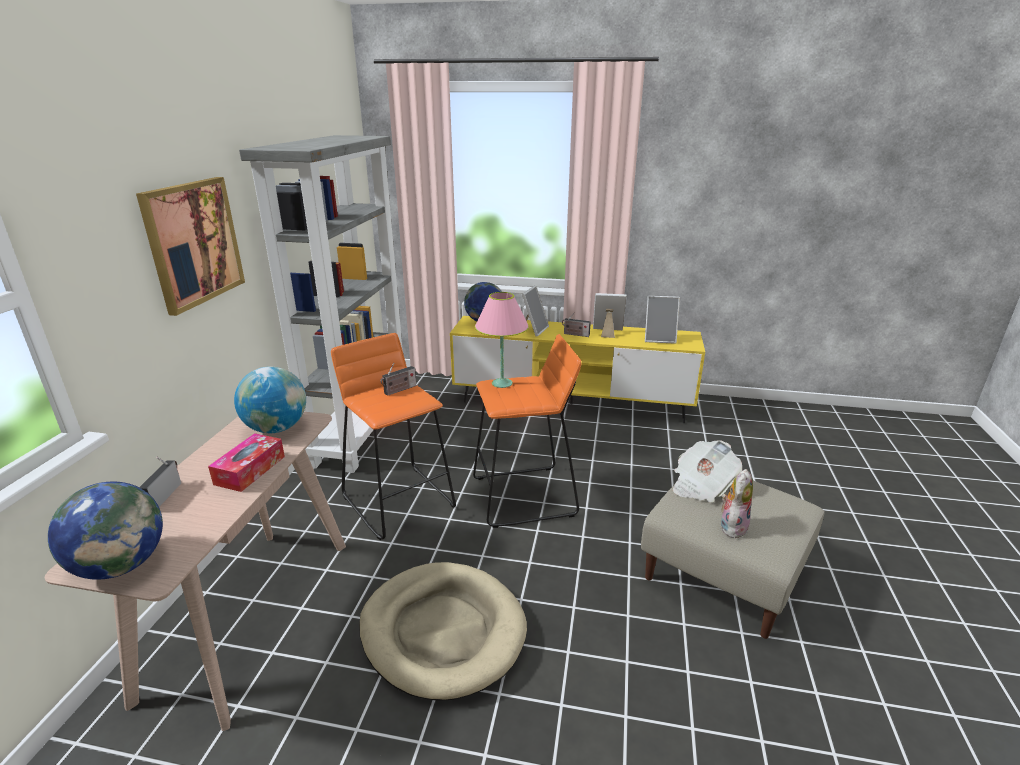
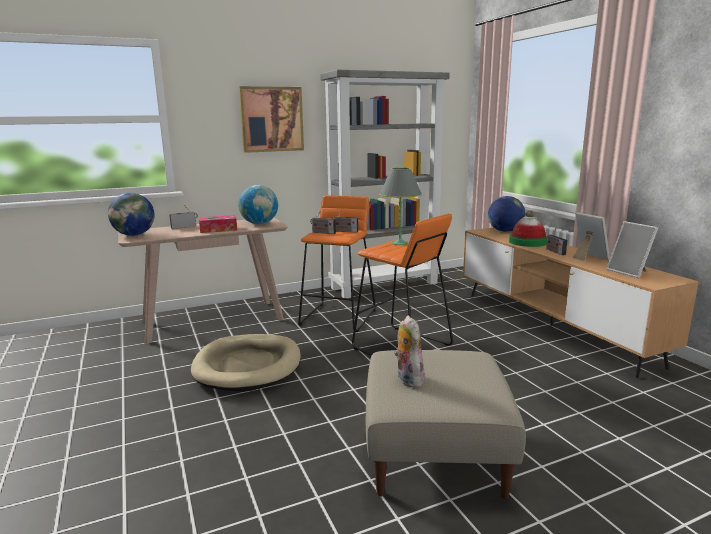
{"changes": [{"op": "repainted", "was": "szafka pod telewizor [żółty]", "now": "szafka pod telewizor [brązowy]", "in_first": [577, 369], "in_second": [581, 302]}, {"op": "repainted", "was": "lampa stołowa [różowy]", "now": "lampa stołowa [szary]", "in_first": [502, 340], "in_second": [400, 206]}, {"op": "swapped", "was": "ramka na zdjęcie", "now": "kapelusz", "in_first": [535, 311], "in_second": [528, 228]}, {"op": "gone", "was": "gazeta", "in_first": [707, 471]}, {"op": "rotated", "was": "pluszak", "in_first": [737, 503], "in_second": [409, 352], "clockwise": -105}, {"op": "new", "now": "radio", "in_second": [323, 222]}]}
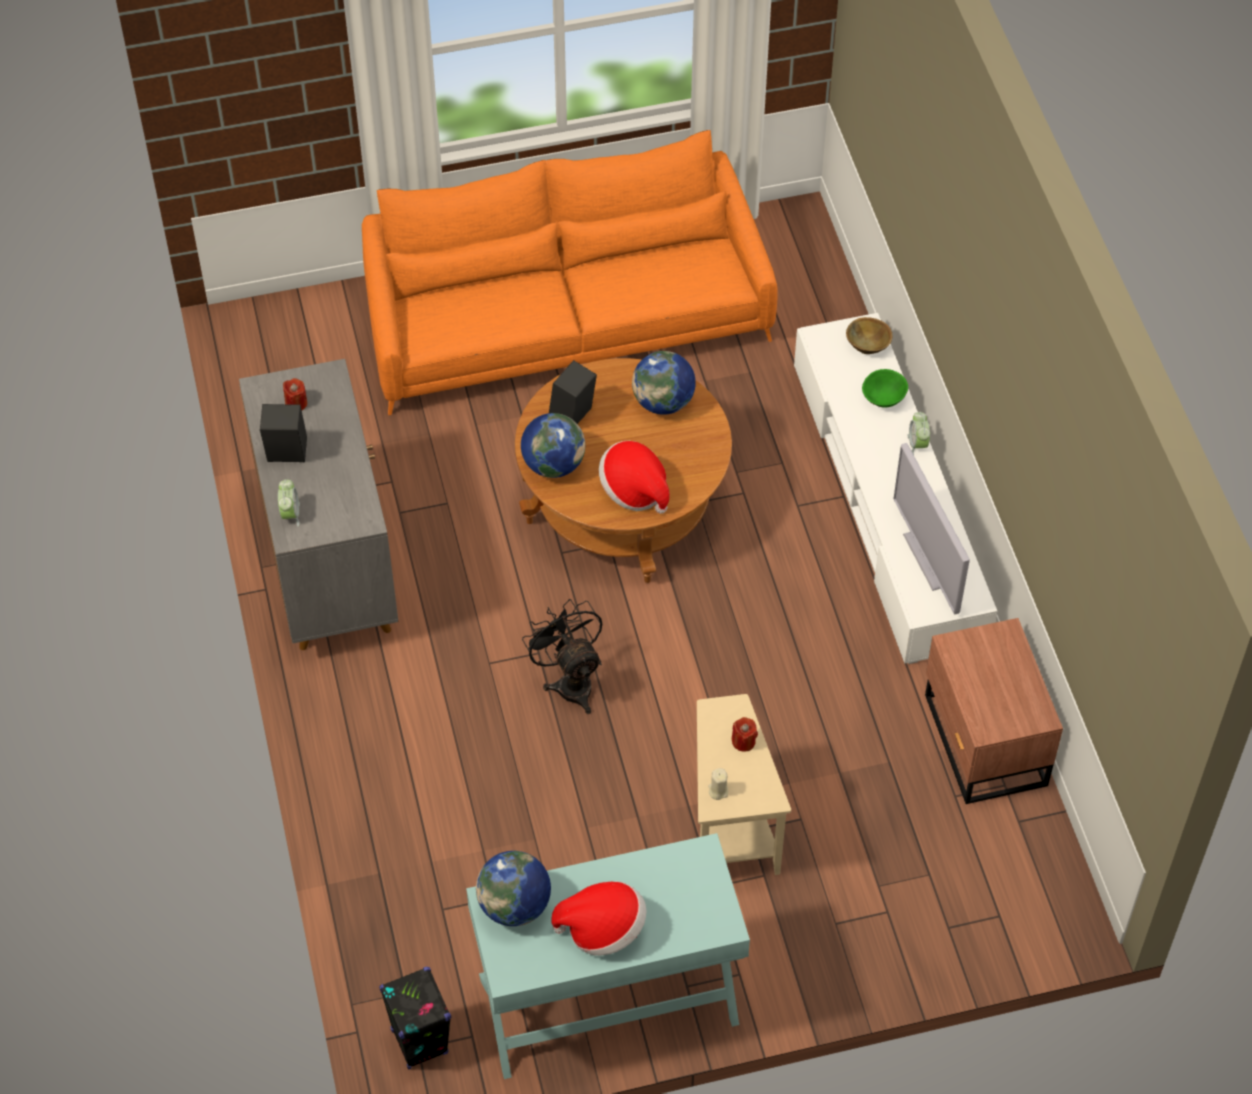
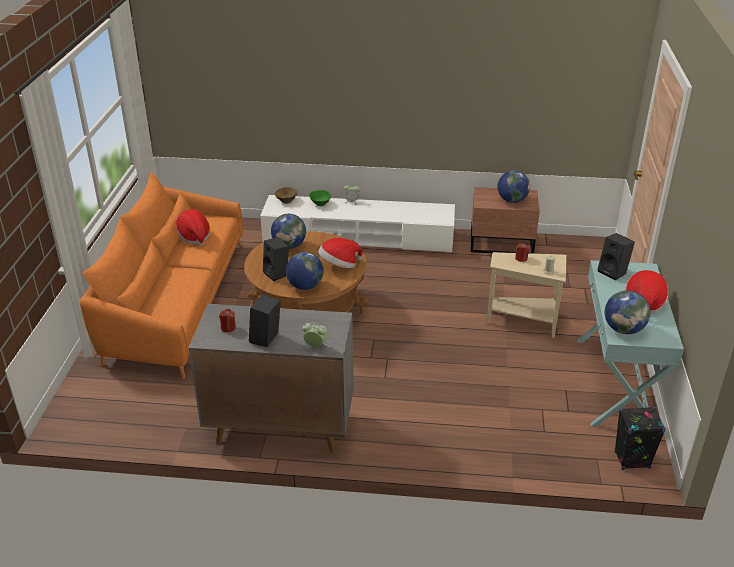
{"changes": [{"op": "gone", "was": "wentylator [czarny]", "in_first": [562, 656]}, {"op": "gone", "was": "telewizor", "in_first": [931, 528]}, {"op": "new", "now": "kapelusz", "in_second": [193, 227]}, {"op": "new", "now": "globus", "in_second": [513, 186]}, {"op": "new", "now": "głośnik [czarny]", "in_second": [616, 256]}]}
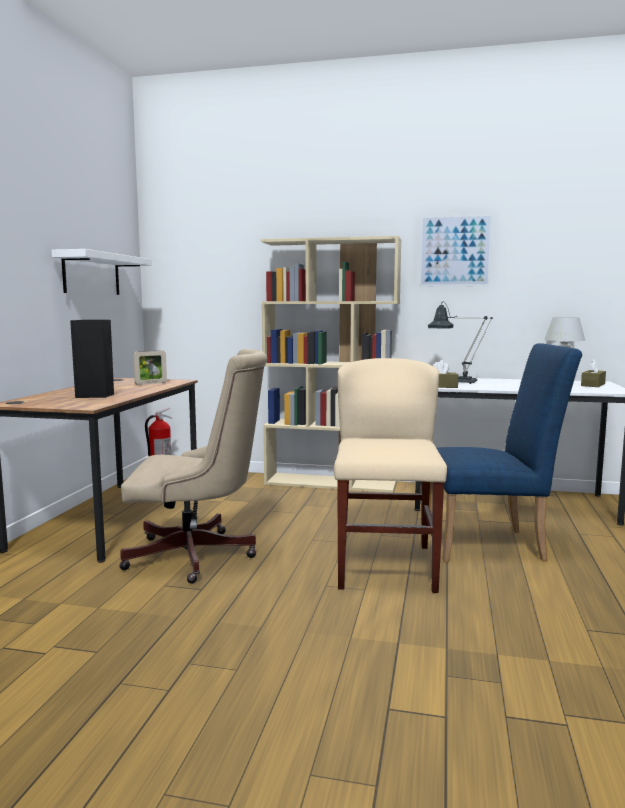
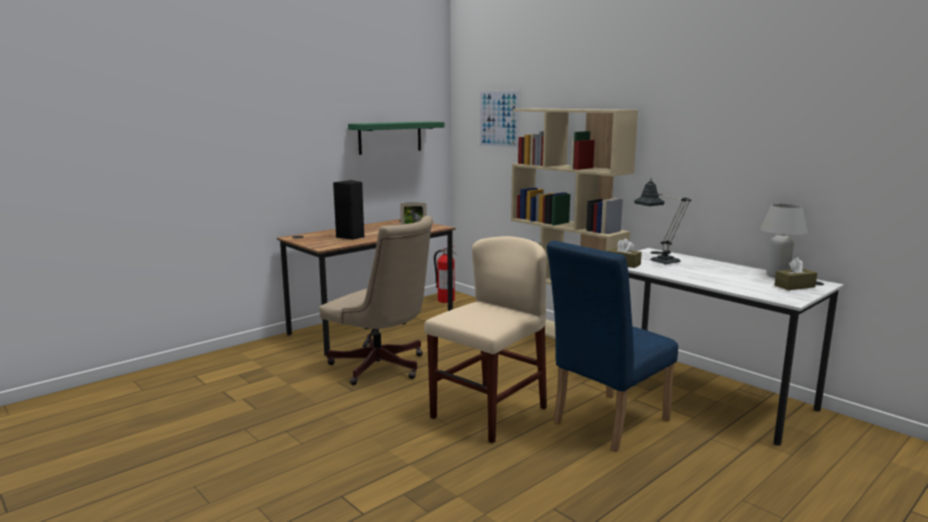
{"changes": [{"op": "repainted", "was": "półka [biały]", "now": "półka [zielony]", "in_first": [102, 272], "in_second": [396, 138]}, {"op": "shifted", "was": "obraz", "in_first": [456, 250], "in_second": [500, 120]}, {"op": "rotated", "was": "krzesło [niebieski]", "in_first": [505, 452], "in_second": [612, 346], "clockwise": 105}]}
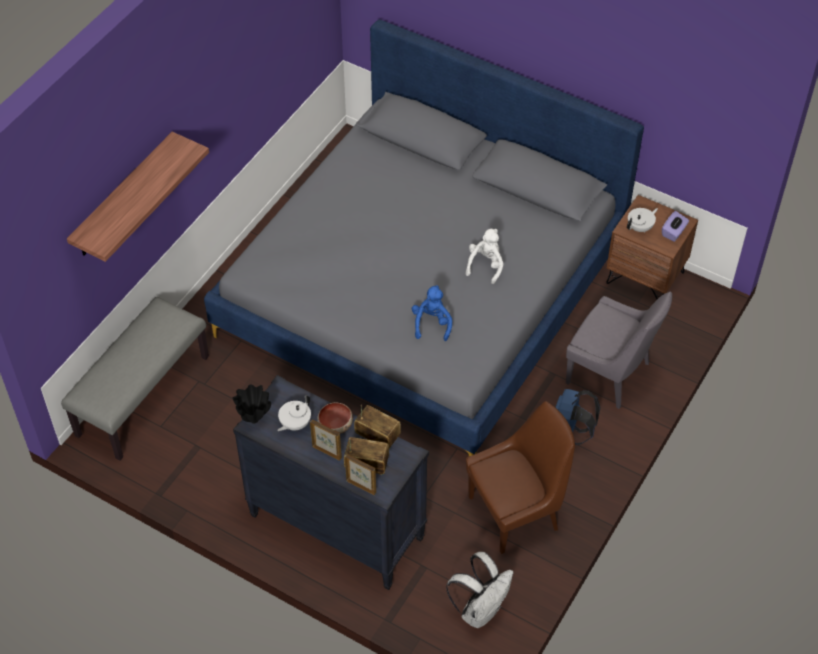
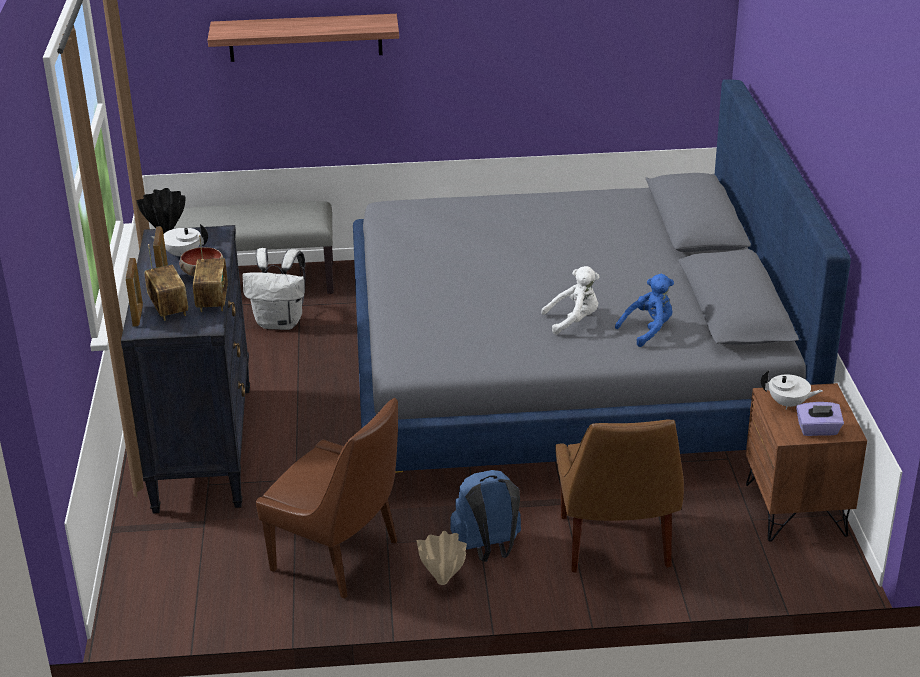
{"changes": [{"op": "shifted", "was": "pluszak [niebieski]", "in_first": [432, 313], "in_second": [644, 310]}, {"op": "shifted", "was": "plecak [biały]", "in_first": [480, 590], "in_second": [274, 289]}, {"op": "repainted", "was": "krzesło [szary]", "now": "krzesło [brązowy]", "in_first": [619, 350], "in_second": [619, 495]}, {"op": "new", "now": "wazon [beżowy]", "in_second": [442, 558]}]}
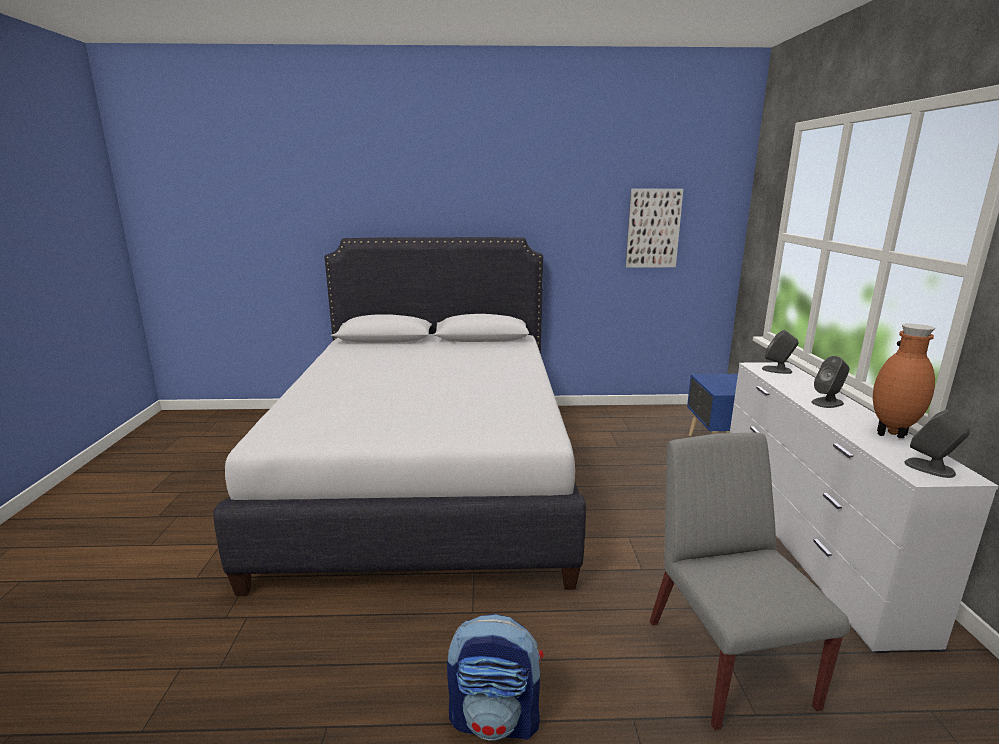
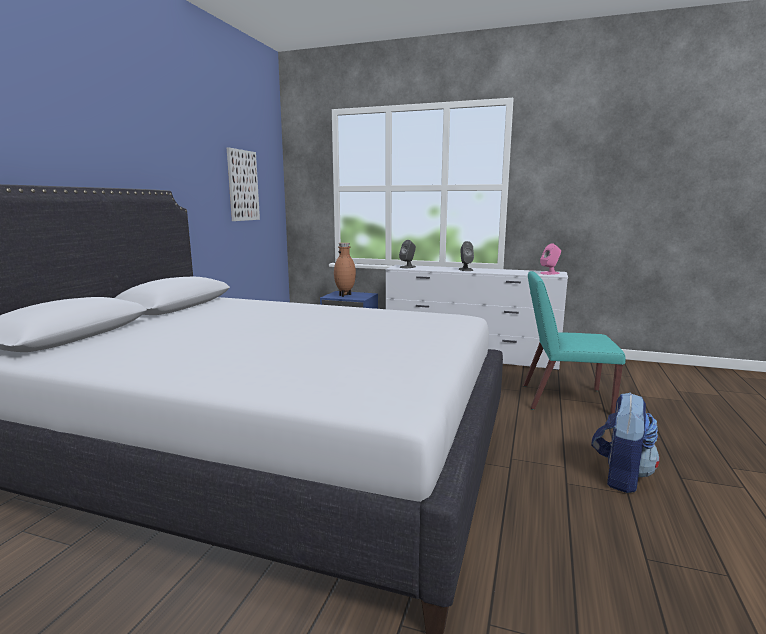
{"changes": [{"op": "repainted", "was": "krzesło [szary]", "now": "krzesło [turkusowy]", "in_first": [750, 581], "in_second": [574, 342]}, {"op": "shifted", "was": "wazon [brązowy]", "in_first": [904, 381], "in_second": [345, 270]}, {"op": "repainted", "was": "głośnik [szary]", "now": "głośnik [różowy]", "in_first": [937, 443], "in_second": [550, 259]}]}
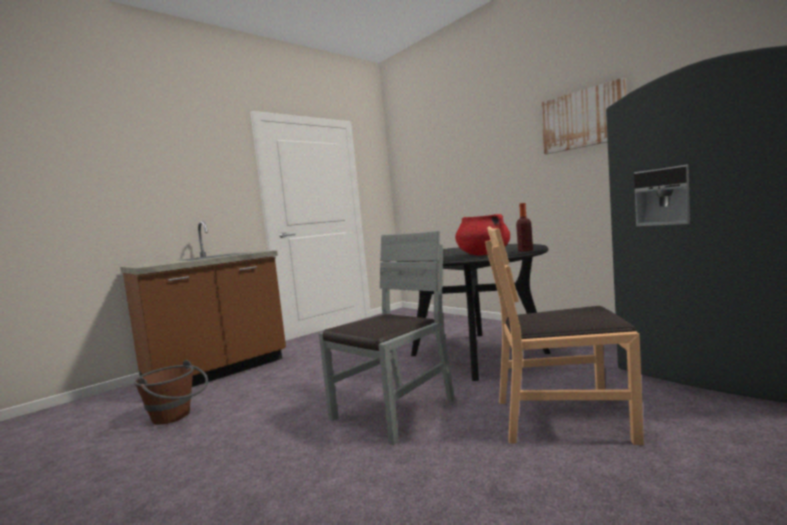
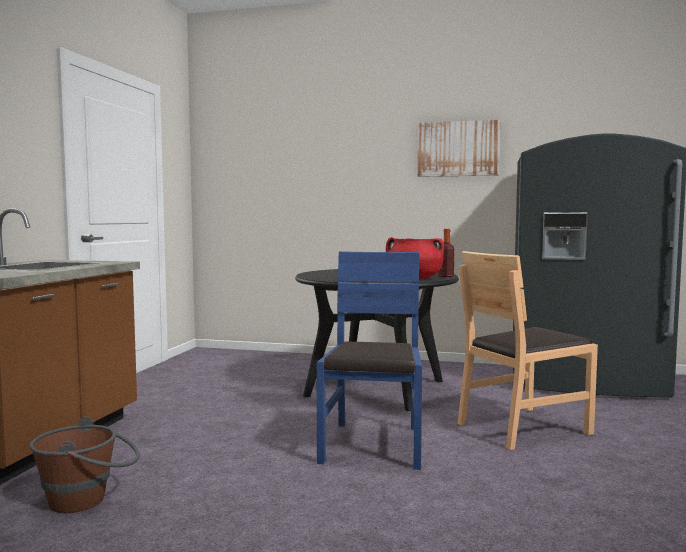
{"changes": [{"op": "repainted", "was": "krzesło [szary]", "now": "krzesło [niebieski]", "in_first": [387, 338], "in_second": [369, 360]}]}
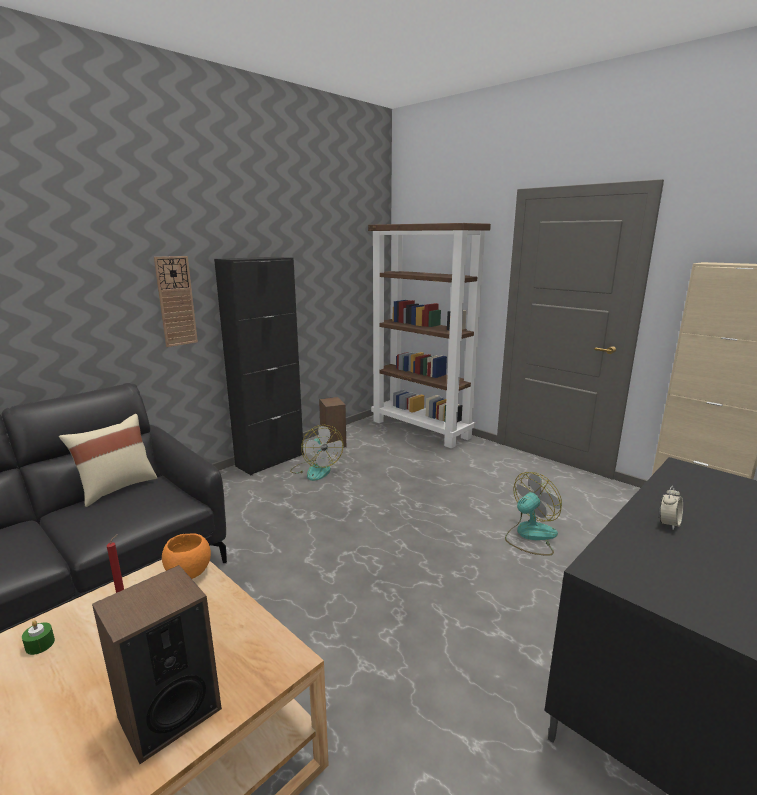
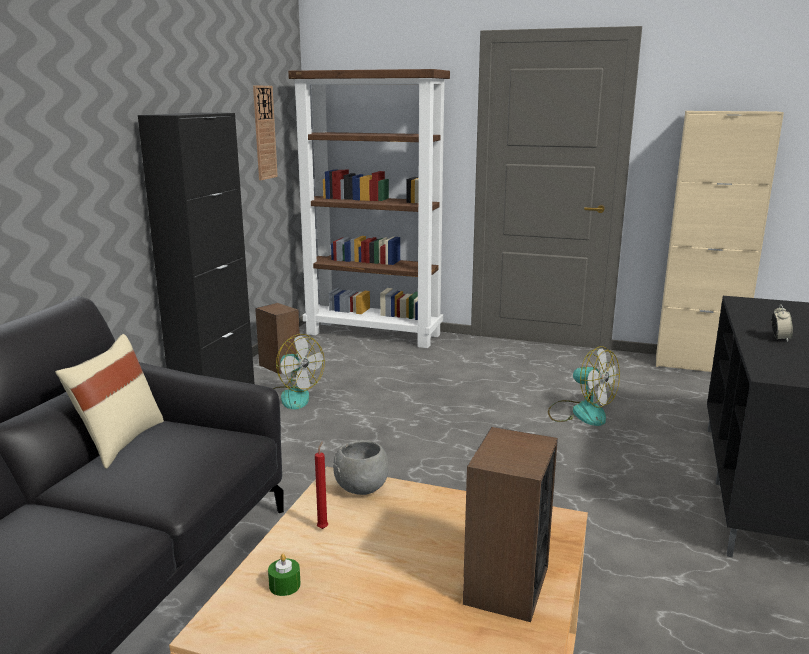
{"changes": [{"op": "shifted", "was": "zegar ścienny", "in_first": [176, 301], "in_second": [265, 132]}, {"op": "repainted", "was": "miska [pomarańczowy]", "now": "miska [szary]", "in_first": [186, 556], "in_second": [361, 467]}, {"op": "rotated", "was": "wentylator", "in_first": [533, 514], "in_second": [584, 386], "clockwise": 105}]}
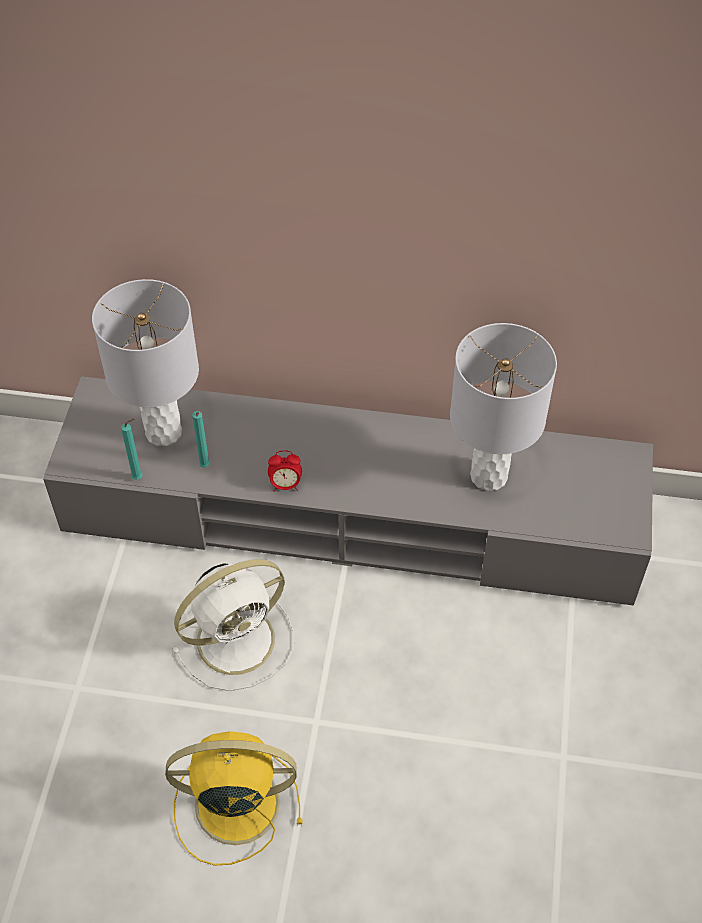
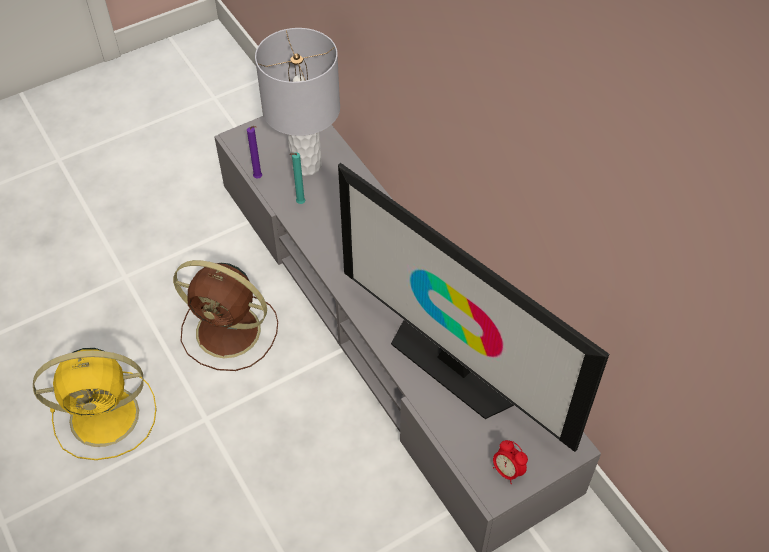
{"changes": [{"op": "repainted", "was": "świeca [turkusowy]", "now": "świeca [fioletowy]", "in_first": [132, 449], "in_second": [254, 152]}, {"op": "rotated", "was": "wentylator [żółty]", "in_first": [233, 798], "in_second": [95, 404], "clockwise": 120}, {"op": "repainted", "was": "wentylator [biały]", "now": "wentylator [brązowy]", "in_first": [233, 625], "in_second": [225, 315]}, {"op": "shifted", "was": "budzik", "in_first": [285, 471], "in_second": [510, 462]}, {"op": "swapped", "was": "lampa stołowa [szary]", "now": "telewizor", "in_first": [503, 407], "in_second": [473, 307]}]}
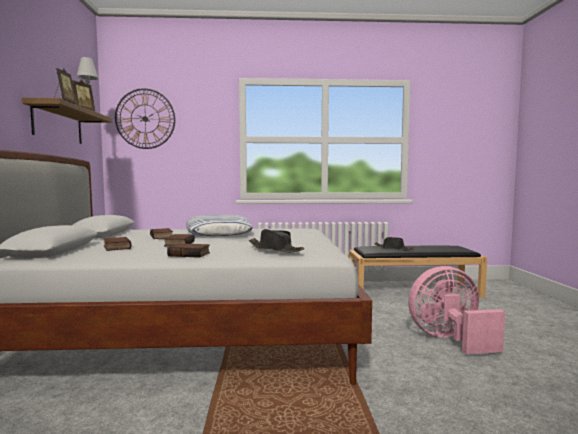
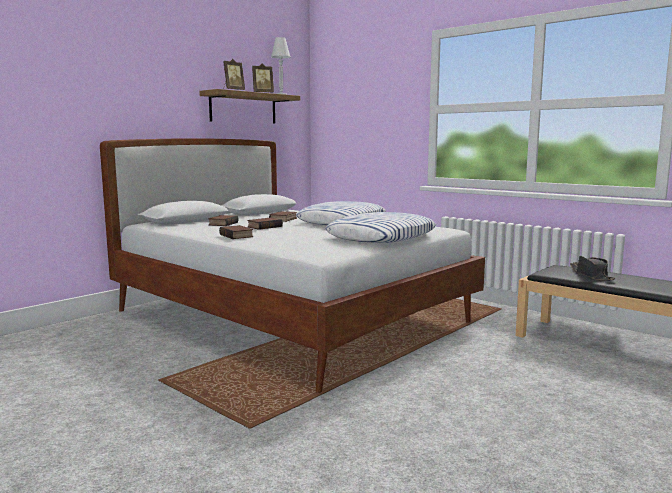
{"changes": [{"op": "gone", "was": "zegar ścienny", "in_first": [145, 118]}, {"op": "gone", "was": "kapelusz [czarny]", "in_first": [276, 241]}, {"op": "gone", "was": "wentylator [różowy]", "in_first": [456, 310]}, {"op": "new", "now": "poduszka", "in_second": [380, 227]}]}
